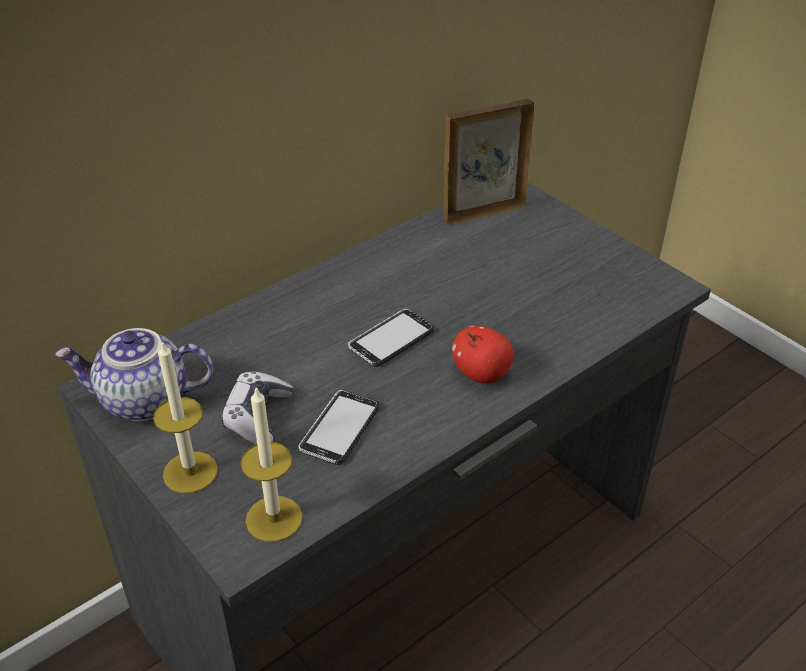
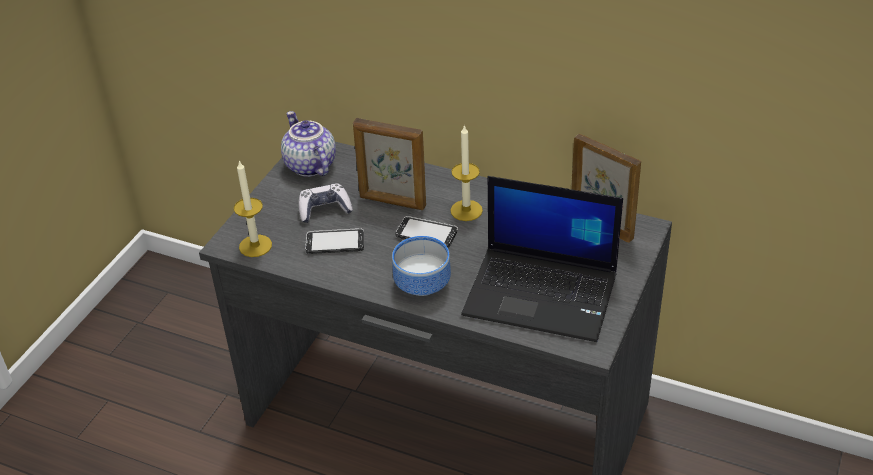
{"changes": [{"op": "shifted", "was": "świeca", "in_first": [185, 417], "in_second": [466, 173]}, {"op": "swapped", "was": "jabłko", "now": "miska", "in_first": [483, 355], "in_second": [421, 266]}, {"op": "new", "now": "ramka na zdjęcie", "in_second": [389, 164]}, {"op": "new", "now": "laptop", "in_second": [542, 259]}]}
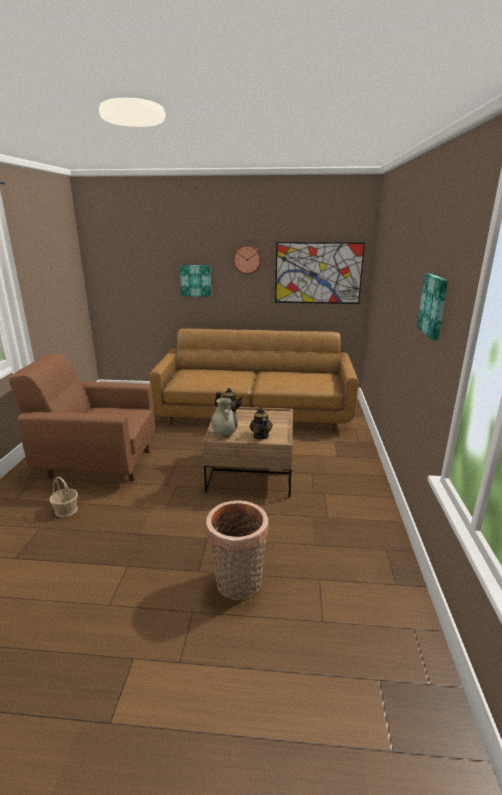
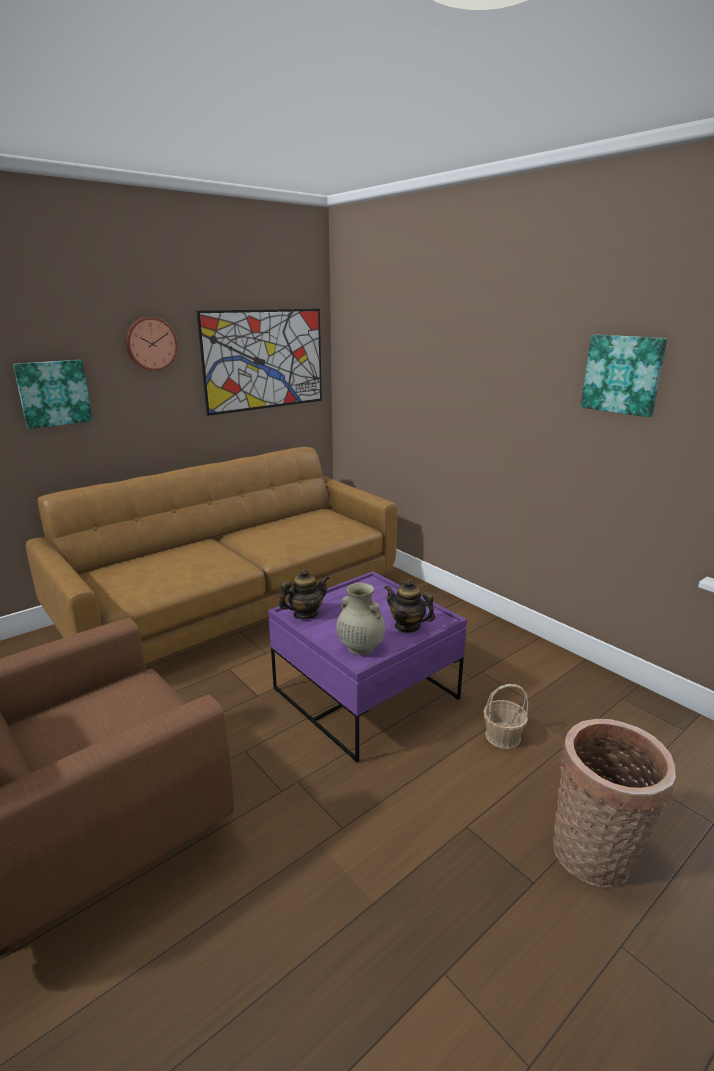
{"changes": [{"op": "shifted", "was": "koszyk", "in_first": [63, 497], "in_second": [506, 716]}, {"op": "repainted", "was": "ława [brązowy]", "now": "ława [fioletowy]", "in_first": [248, 452], "in_second": [367, 667]}]}
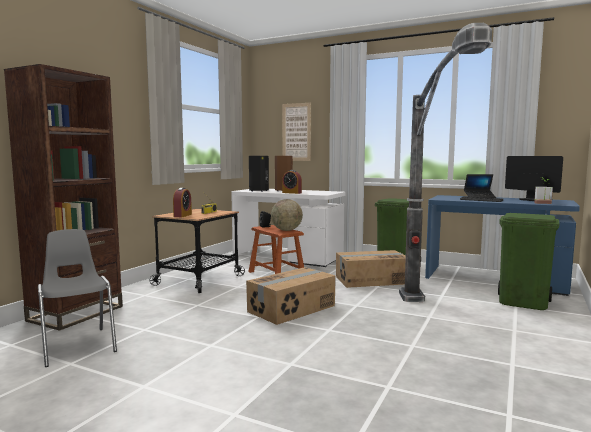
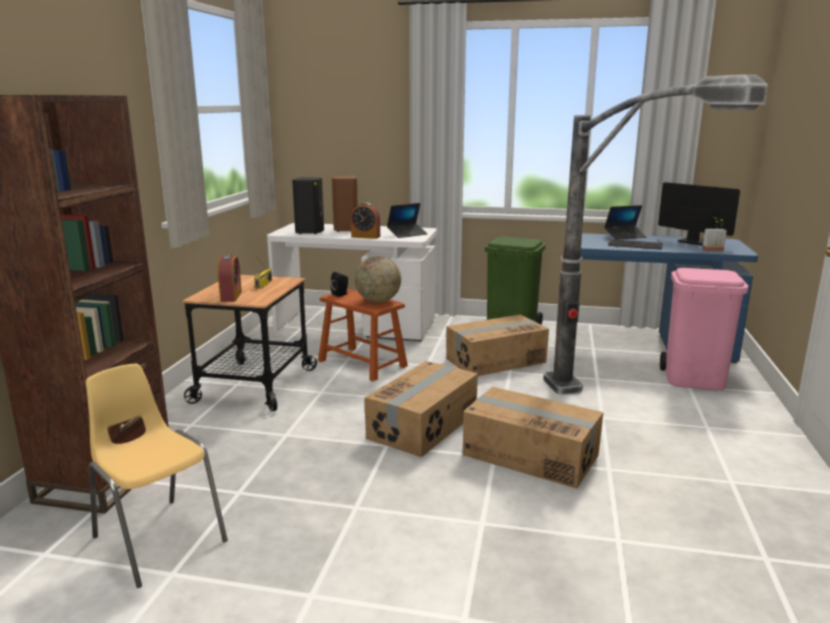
{"changes": [{"op": "repainted", "was": "krzesło [szary]", "now": "krzesło [żółty]", "in_first": [77, 298], "in_second": [157, 476]}, {"op": "gone", "was": "obraz", "in_first": [296, 132]}, {"op": "repainted", "was": "kosz na śmieci [zielony]", "now": "kosz na śmieci [różowy]", "in_first": [529, 261], "in_second": [704, 329]}, {"op": "new", "now": "laptop", "in_second": [407, 220]}, {"op": "new", "now": "karton", "in_second": [533, 438]}]}
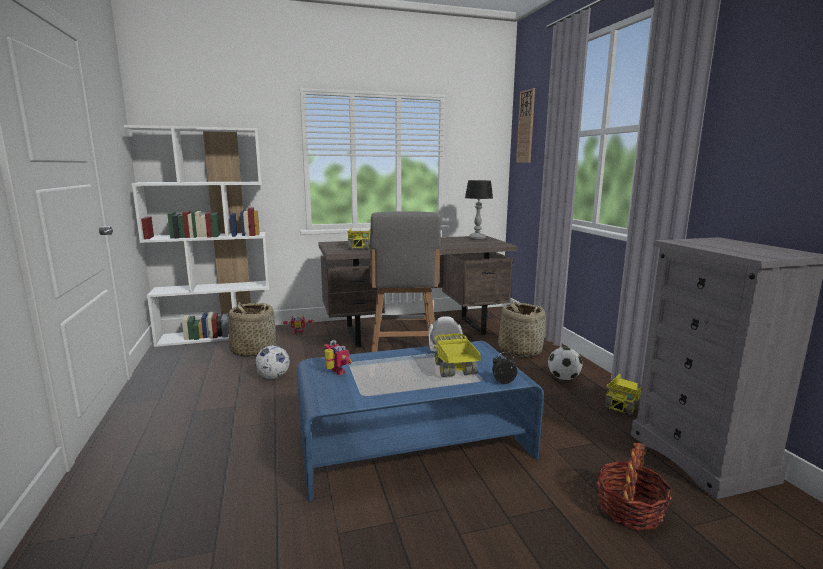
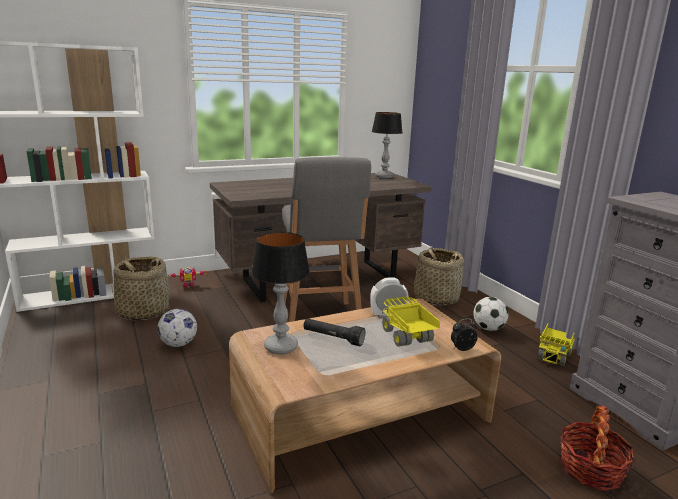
{"changes": [{"op": "repainted", "was": "ława [niebieski]", "now": "ława [brązowy]", "in_first": [420, 421], "in_second": [365, 396]}, {"op": "swapped", "was": "robot zabawkowy", "now": "lampa stołowa", "in_first": [338, 357], "in_second": [280, 293]}, {"op": "gone", "was": "ciężarówka zabawkowa", "in_first": [359, 239]}, {"op": "gone", "was": "zegar ścienny", "in_first": [525, 125]}, {"op": "new", "now": "latarka [czarny]", "in_second": [334, 332]}]}
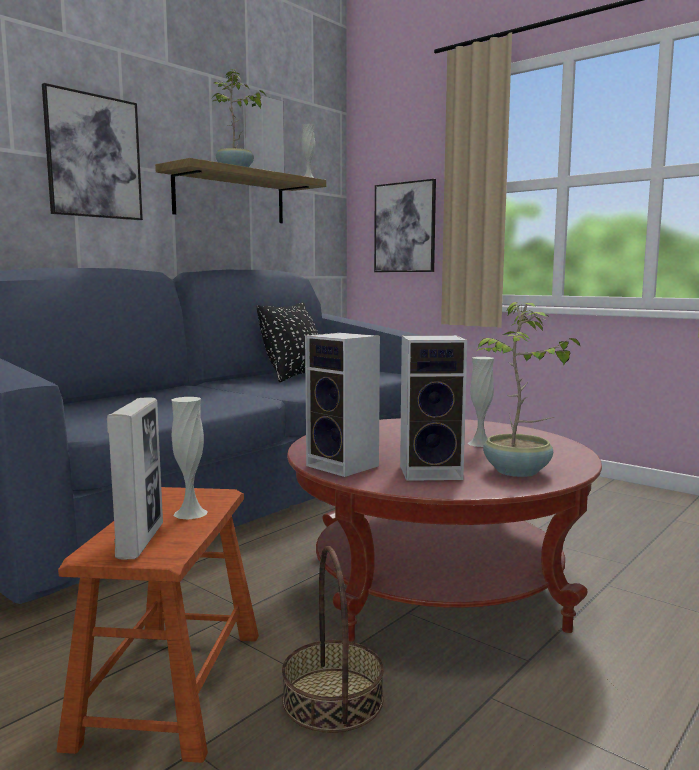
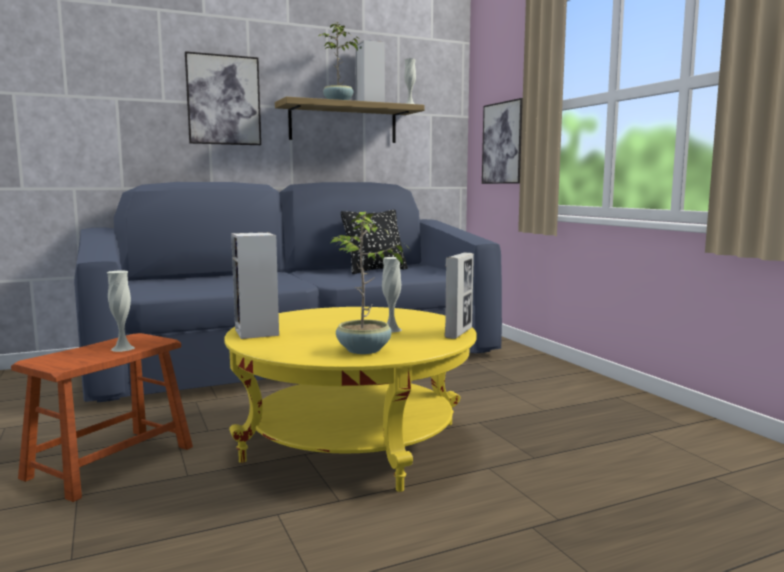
{"changes": [{"op": "shifted", "was": "ramka na zdjęcie", "in_first": [135, 478], "in_second": [459, 296]}, {"op": "gone", "was": "koszyk", "in_first": [333, 639]}, {"op": "repainted", "was": "ława [czerwony]", "now": "ława [żółty]", "in_first": [444, 530], "in_second": [350, 399]}, {"op": "gone", "was": "głośnik", "in_first": [433, 408]}]}
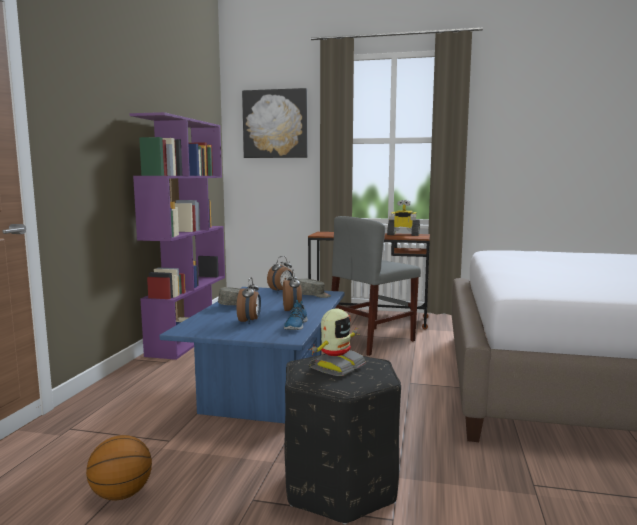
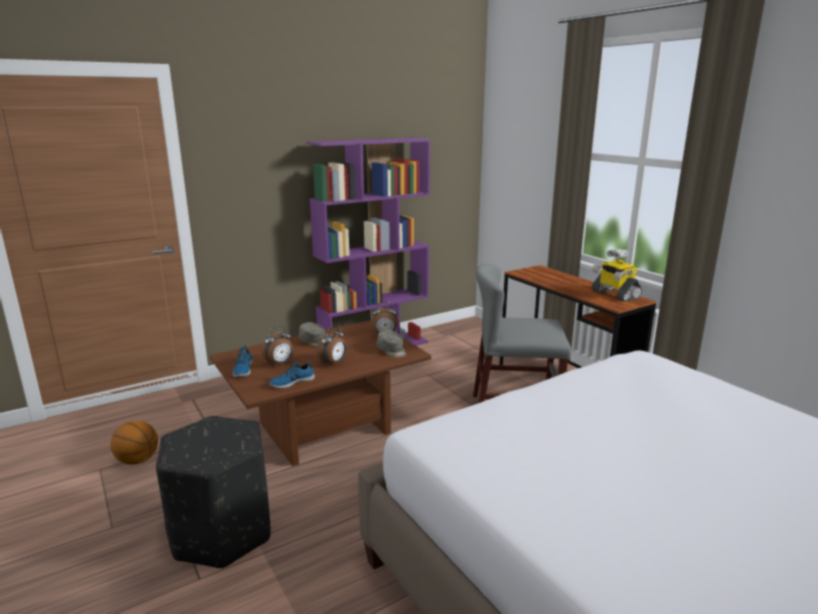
{"changes": [{"op": "repainted", "was": "ława [niebieski]", "now": "ława [brązowy]", "in_first": [252, 355], "in_second": [320, 393]}, {"op": "gone", "was": "obraz", "in_first": [274, 123]}, {"op": "gone", "was": "robot zabawkowy", "in_first": [337, 342]}, {"op": "new", "now": "but", "in_second": [243, 361]}]}
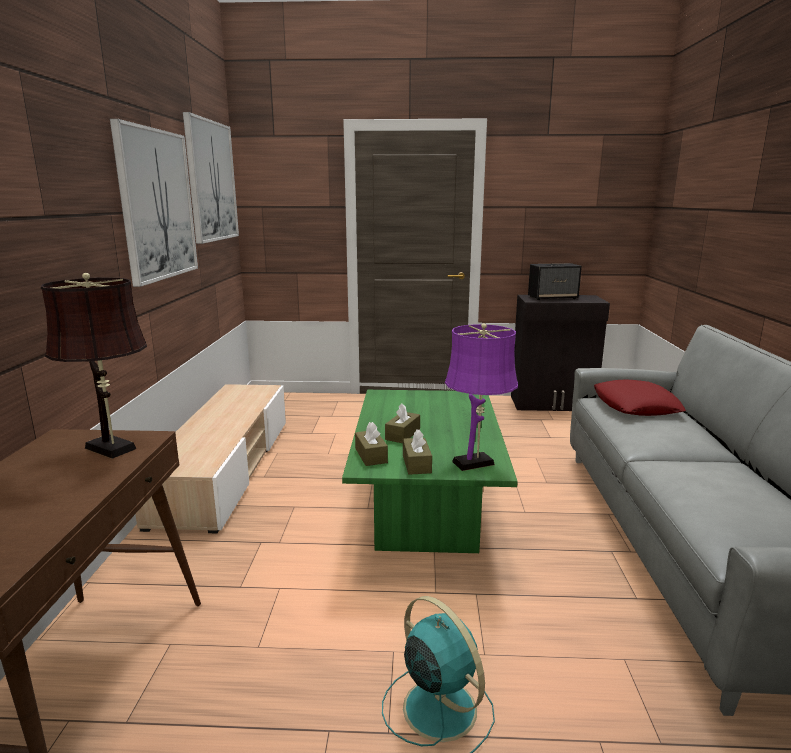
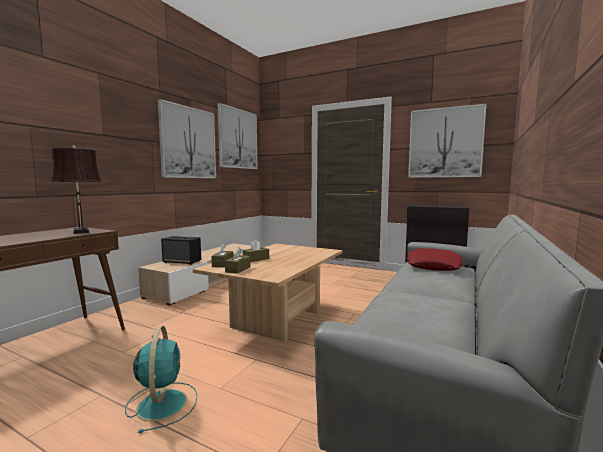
{"changes": [{"op": "repainted", "was": "ława [zielony]", "now": "ława [beżowy]", "in_first": [430, 471], "in_second": [267, 293]}, {"op": "gone", "was": "lampa stołowa [fioletowy]", "in_first": [481, 397]}, {"op": "shifted", "was": "głośnik", "in_first": [555, 281], "in_second": [181, 250]}, {"op": "new", "now": "obraz", "in_second": [447, 141]}]}
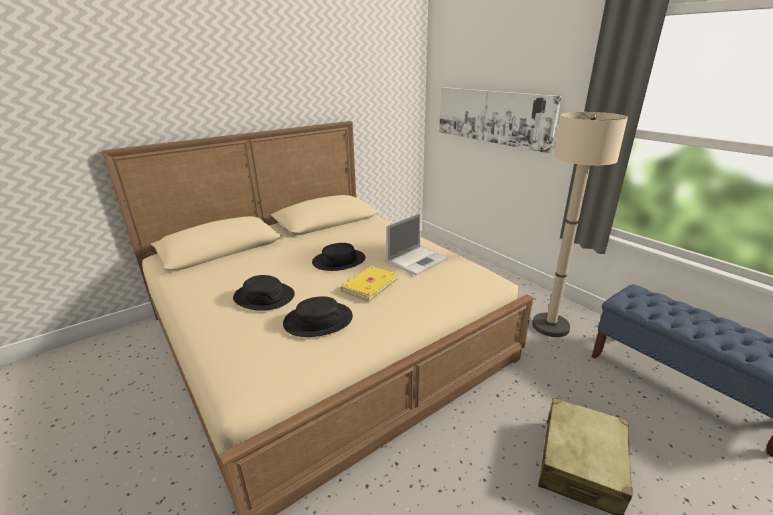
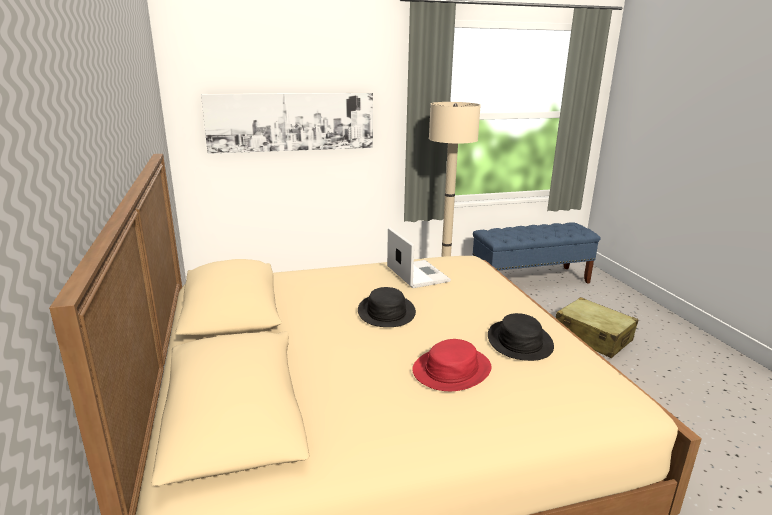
{"changes": [{"op": "repainted", "was": "kapelusz [czarny]", "now": "kapelusz [czerwony]", "in_first": [264, 293], "in_second": [451, 365]}, {"op": "gone", "was": "książka [żółty]", "in_first": [369, 284]}]}
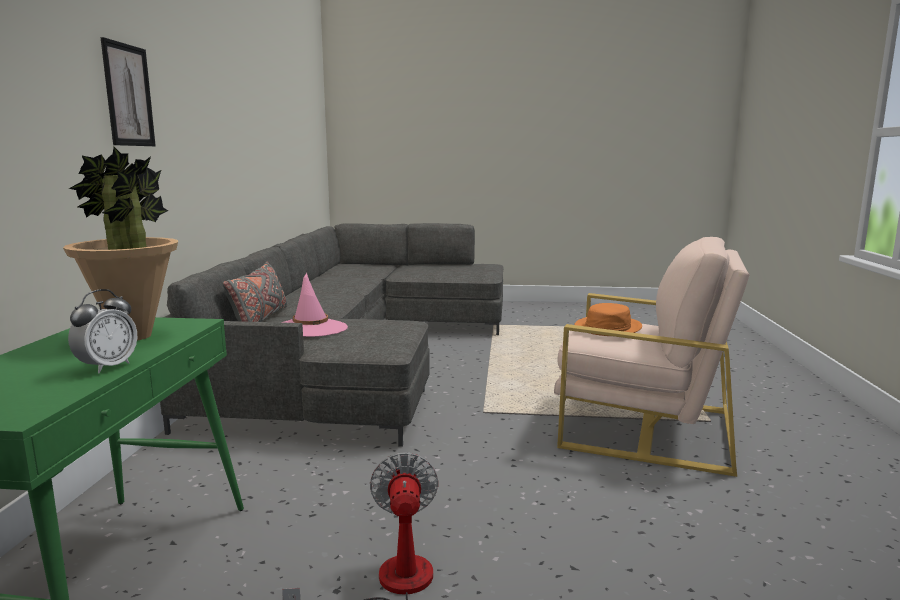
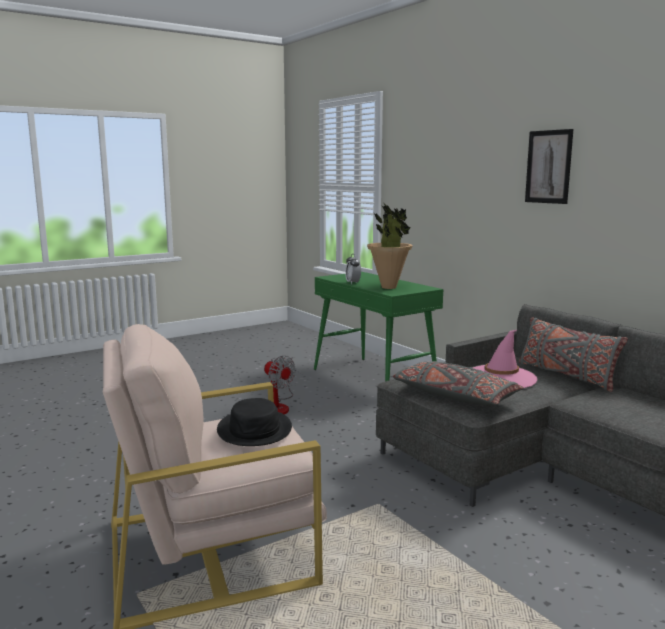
{"changes": [{"op": "repainted", "was": "kapelusz [pomarańczowy]", "now": "kapelusz [czarny]", "in_first": [608, 319], "in_second": [254, 422]}, {"op": "new", "now": "poduszka [szary]", "in_second": [458, 383]}]}
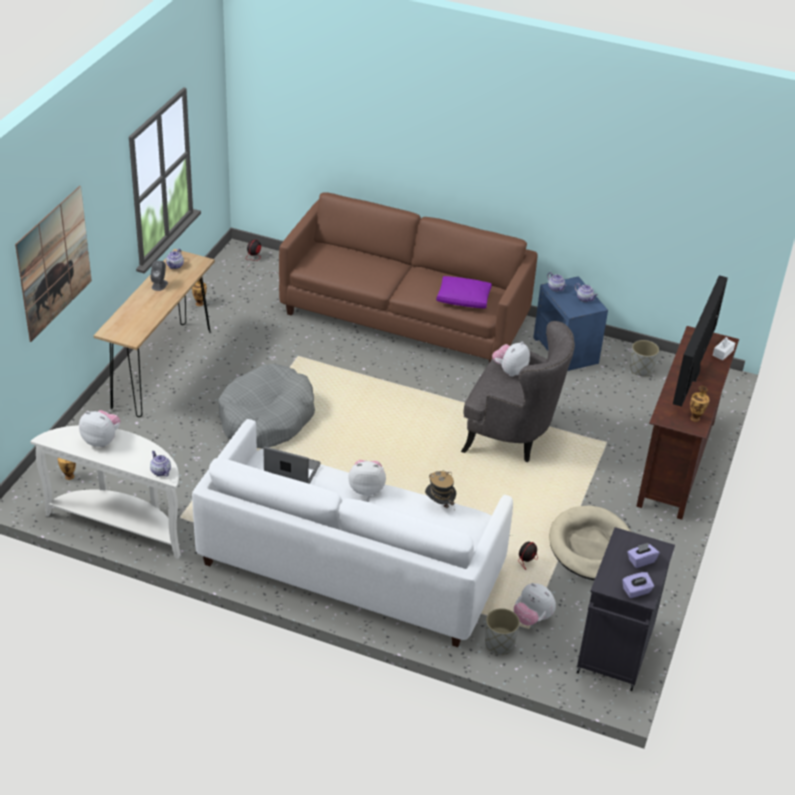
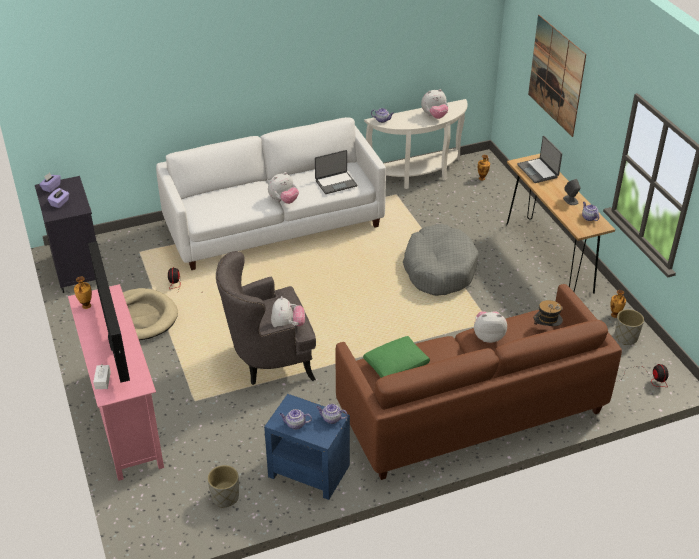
{"changes": [{"op": "shifted", "was": "kapelusz", "in_first": [440, 490], "in_second": [548, 313]}, {"op": "repainted", "was": "poduszka [fioletowy]", "now": "poduszka [zielony]", "in_first": [464, 292], "in_second": [396, 357]}, {"op": "shifted", "was": "donica [szary]", "in_first": [502, 631], "in_second": [629, 327]}, {"op": "shifted", "was": "pluszak", "in_first": [535, 604], "in_second": [490, 327]}, {"op": "repainted", "was": "szafka pod telewizor [brązowy]", "now": "szafka pod telewizor [różowy]", "in_first": [687, 423], "in_second": [116, 382]}, {"op": "new", "now": "laptop", "in_second": [539, 159]}]}
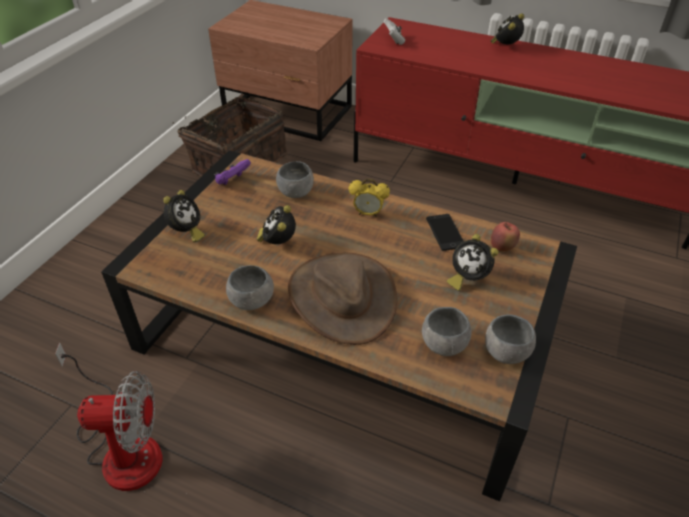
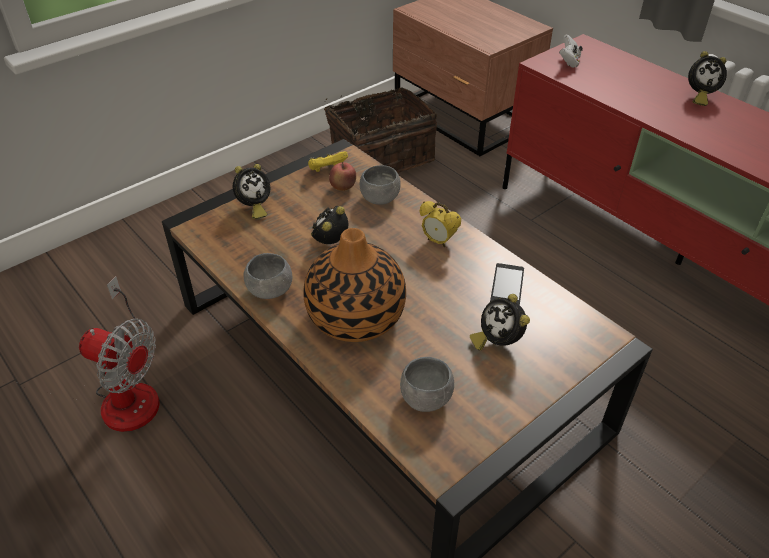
{"changes": [{"op": "repainted", "was": "pad do gier [fioletowy]", "now": "pad do gier [żółty]", "in_first": [233, 172], "in_second": [328, 161]}, {"op": "swapped", "was": "kapelusz [brązowy]", "now": "wazon", "in_first": [342, 299], "in_second": [354, 285]}, {"op": "gone", "was": "miska [szary]", "in_first": [510, 339]}, {"op": "rotated", "was": "budzik", "in_first": [507, 28], "in_second": [707, 78], "clockwise": -150}, {"op": "shifted", "was": "jabłko", "in_first": [505, 236], "in_second": [342, 176]}]}
